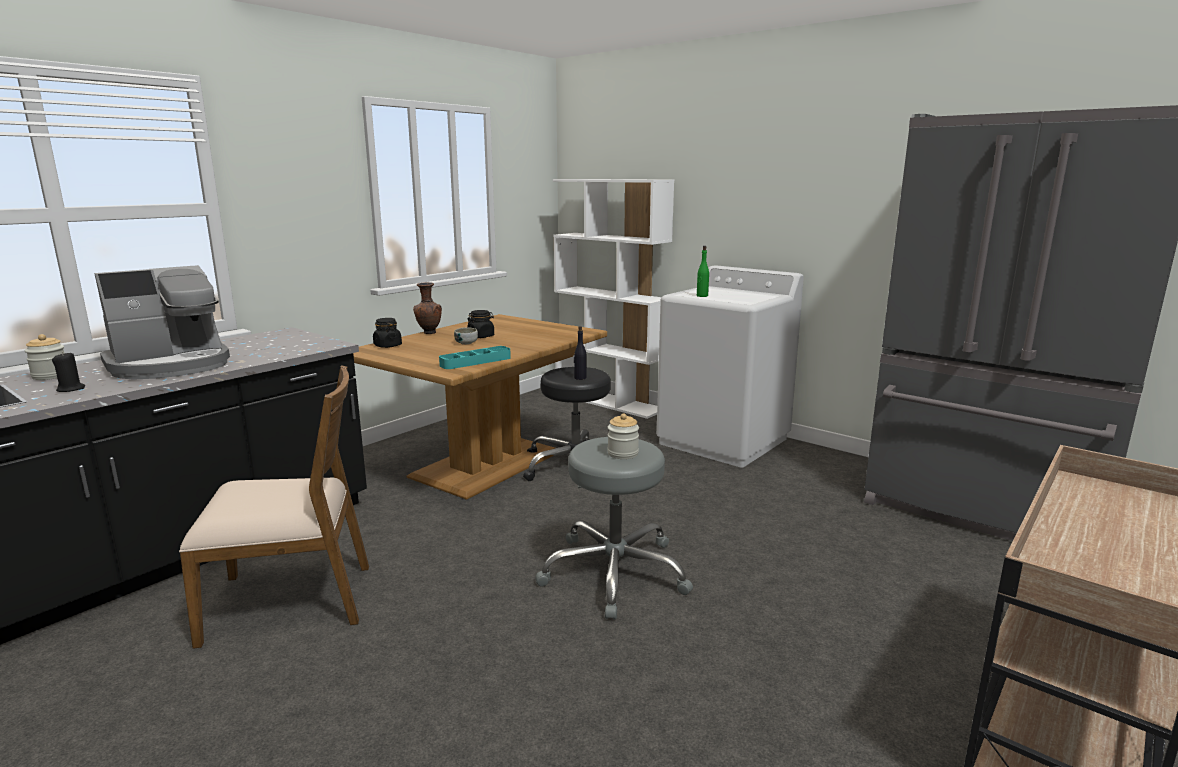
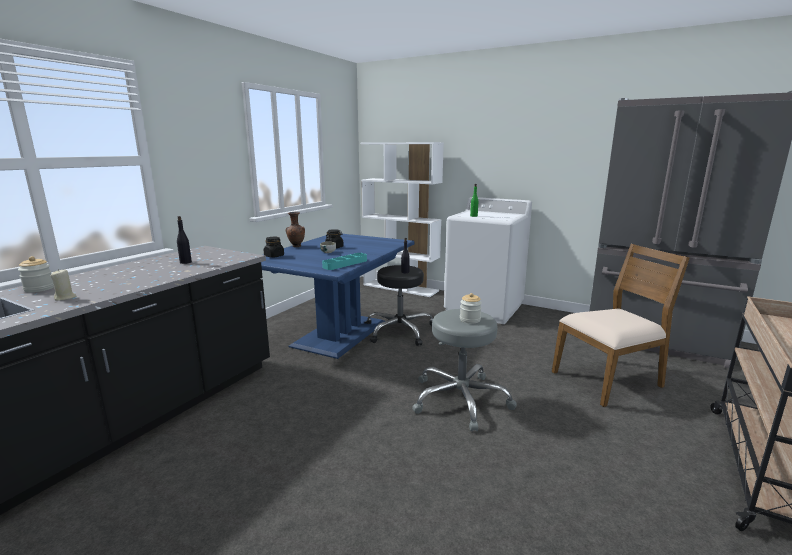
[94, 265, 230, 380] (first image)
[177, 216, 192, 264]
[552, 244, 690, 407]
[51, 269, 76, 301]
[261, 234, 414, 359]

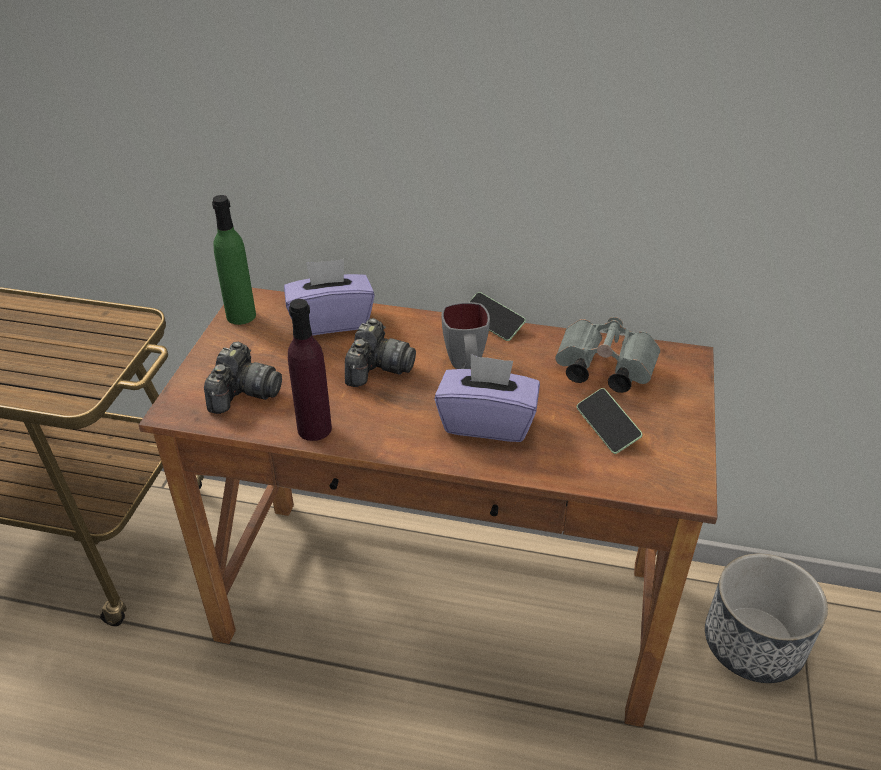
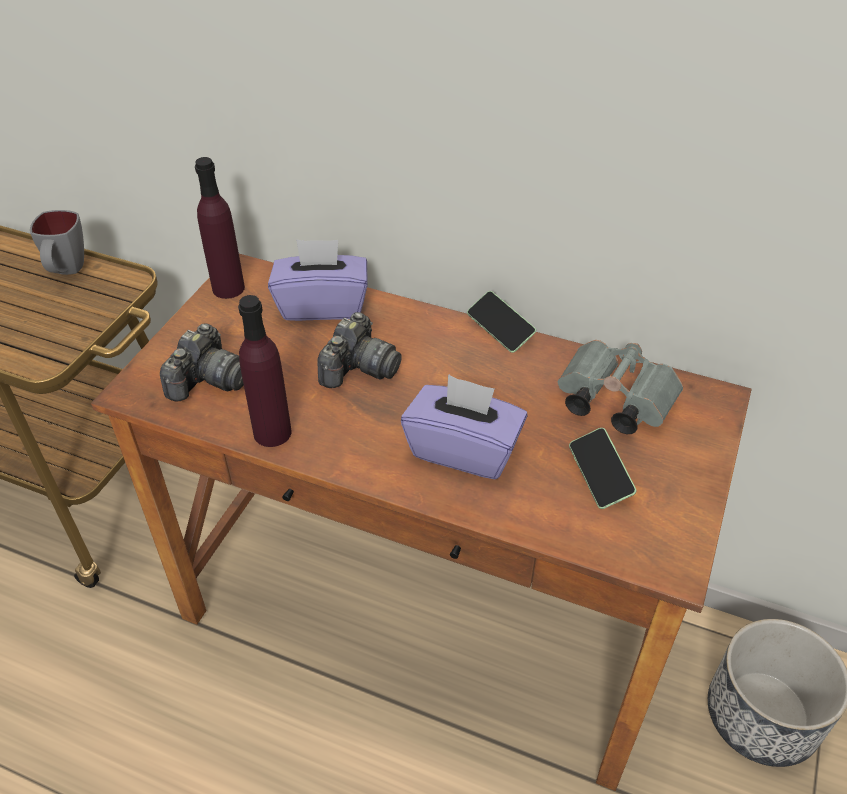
[30, 210, 84, 275]
[195, 157, 245, 299]

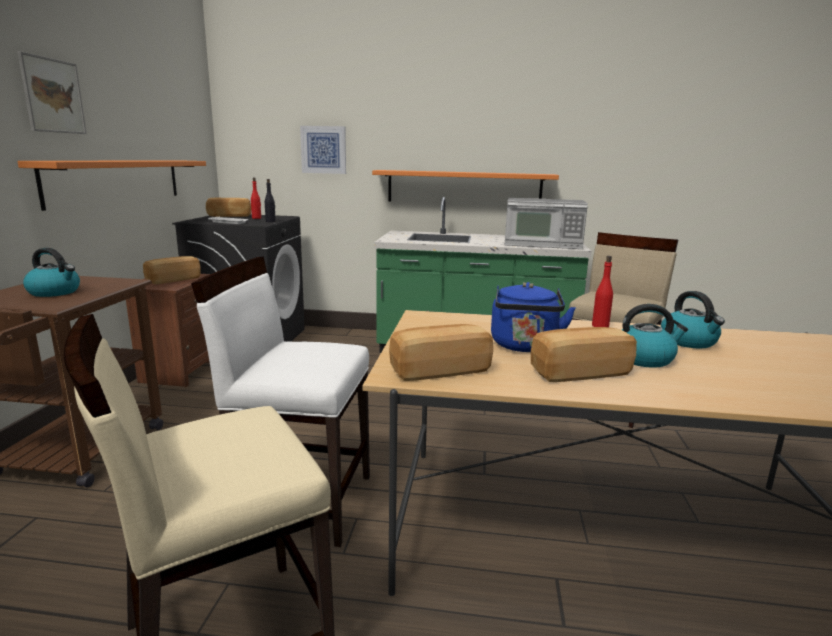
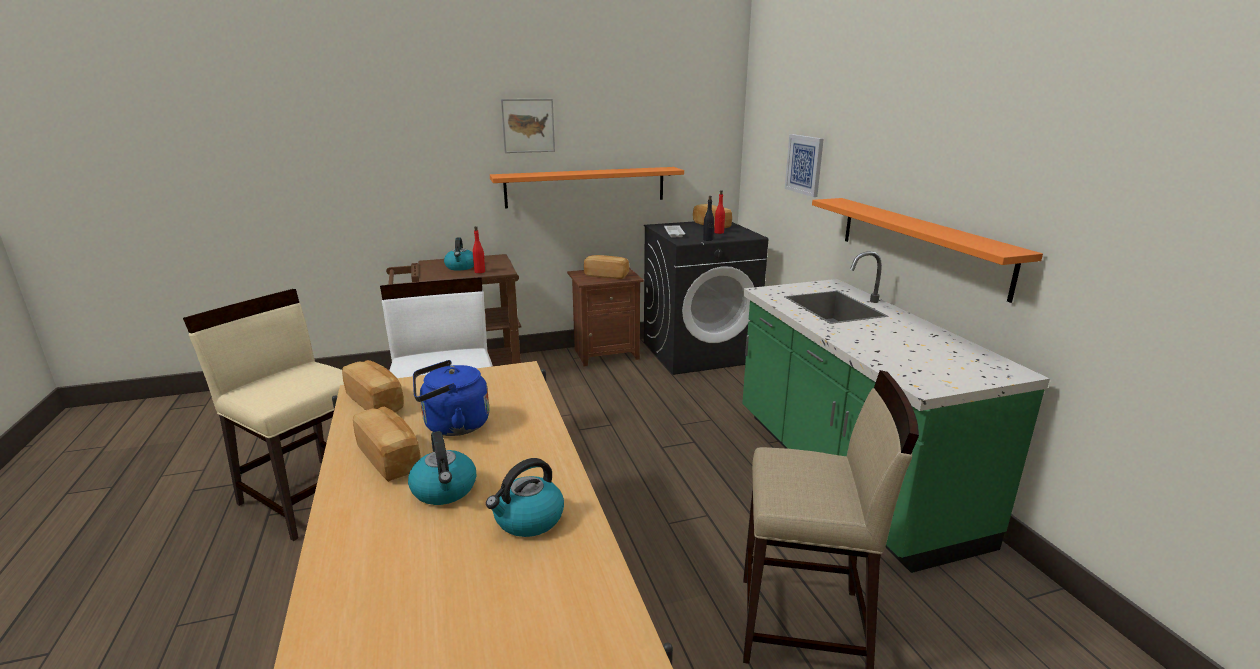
[505, 198, 588, 249] (first image)
[473, 226, 485, 273]

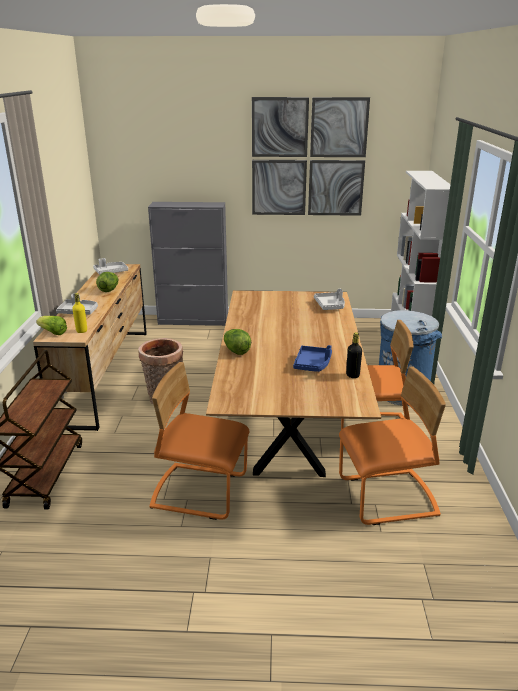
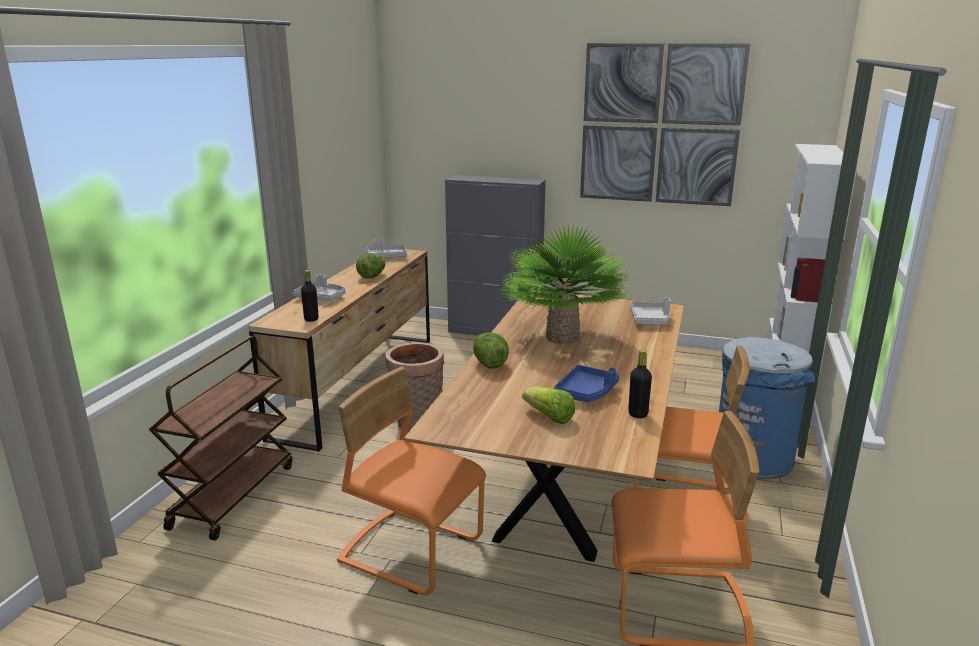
[501, 223, 633, 344]
[522, 386, 575, 424]
[301, 270, 319, 322]

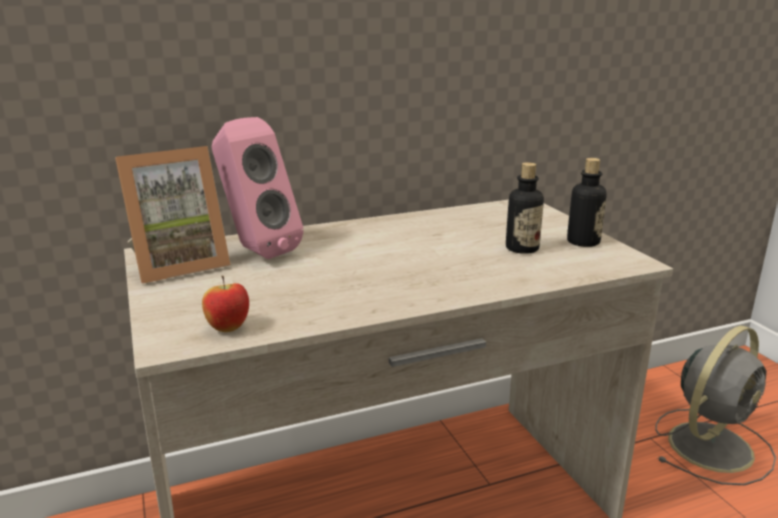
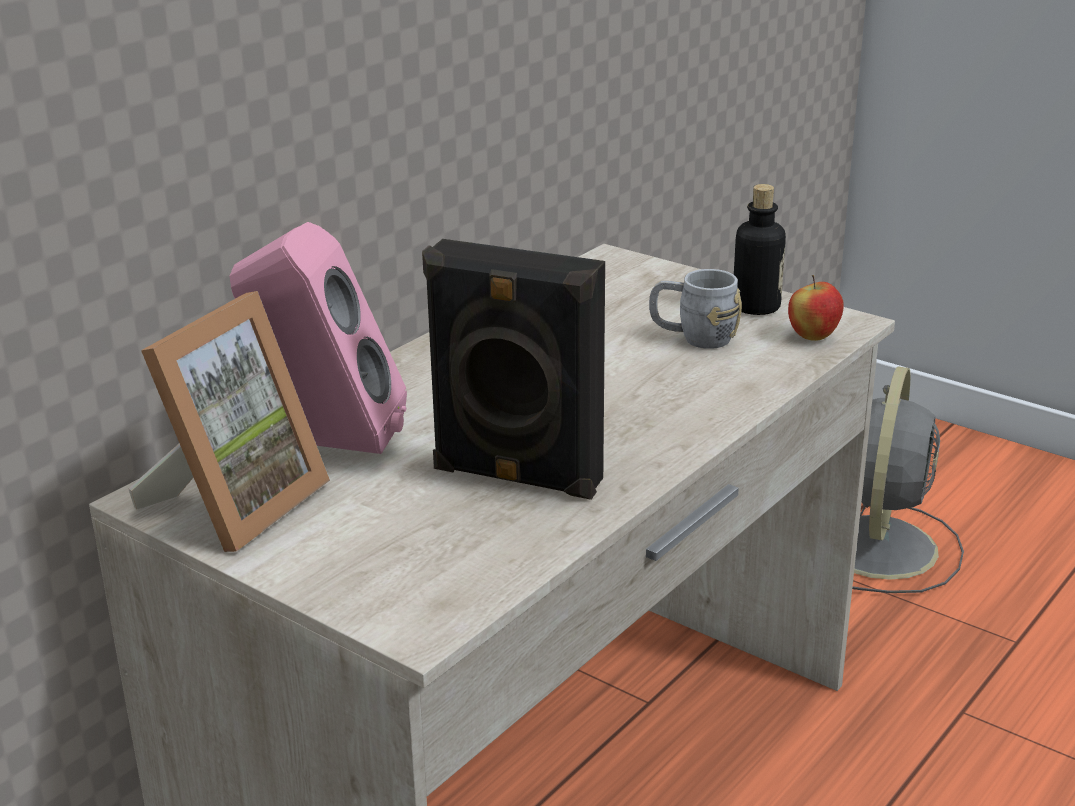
[422, 239, 605, 500]
[788, 275, 844, 341]
[649, 269, 742, 349]

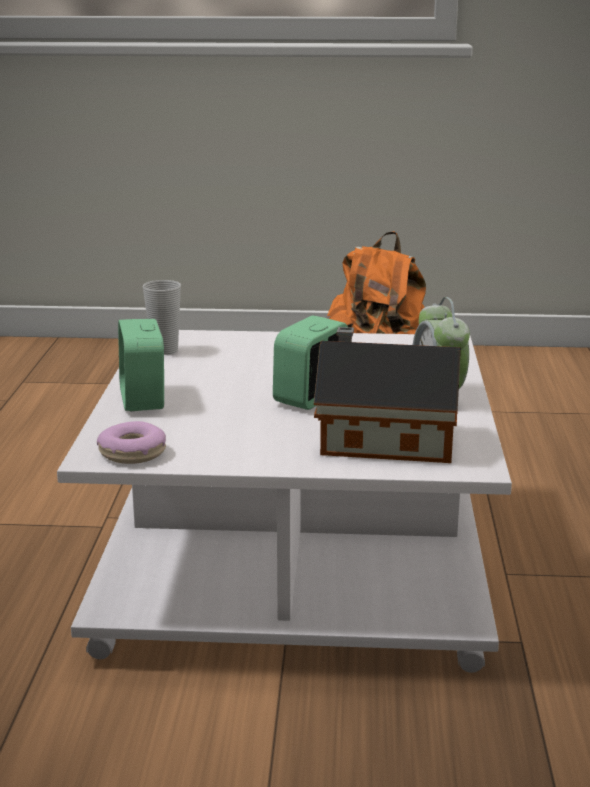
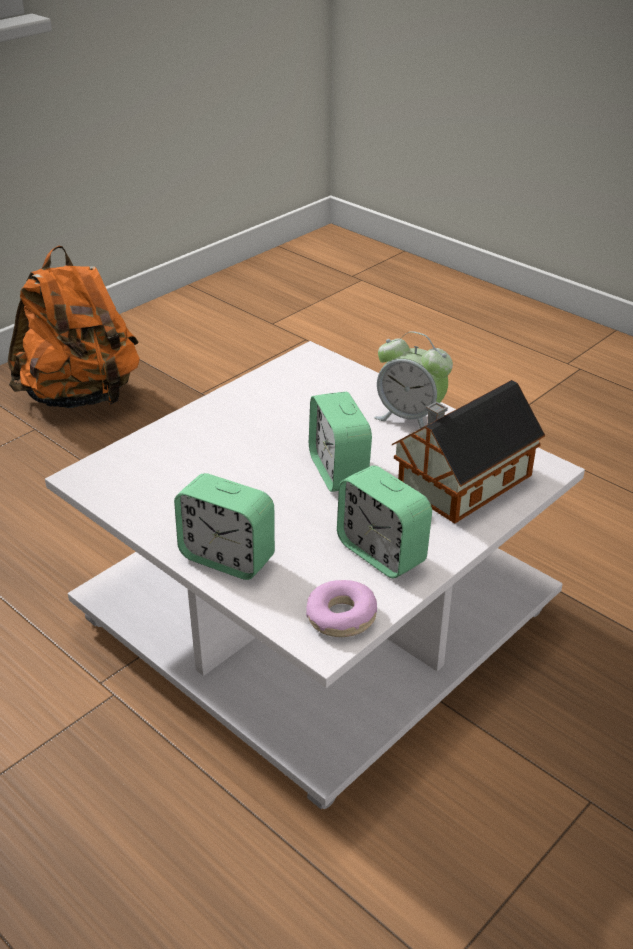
[143, 280, 181, 355] (first image)
[337, 465, 432, 578]

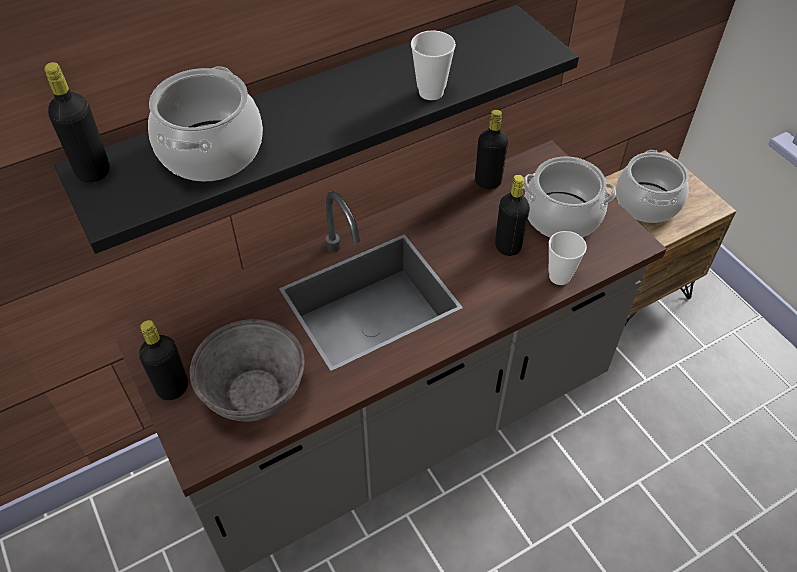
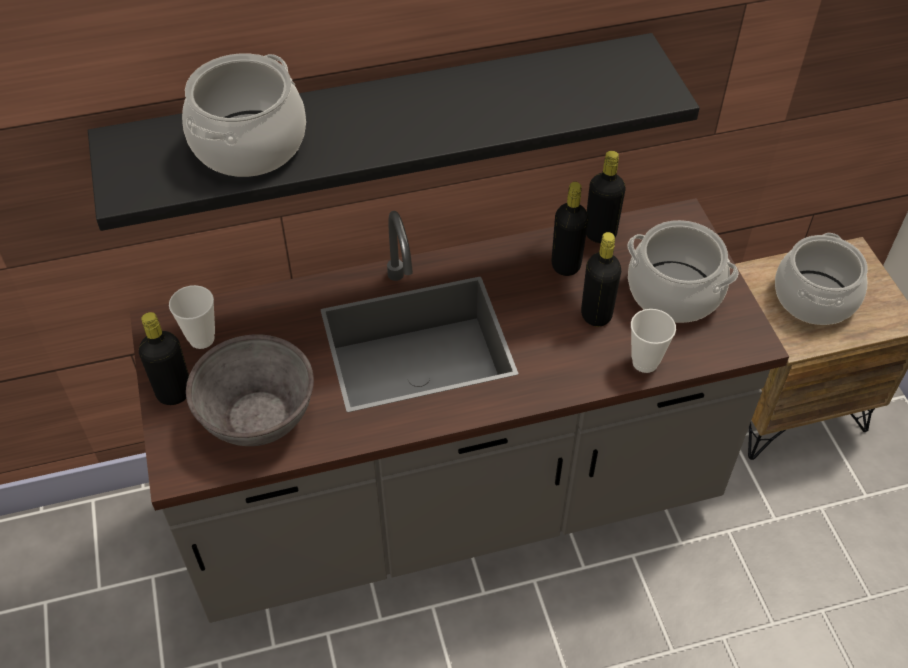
[551, 182, 588, 276]
[169, 285, 215, 349]

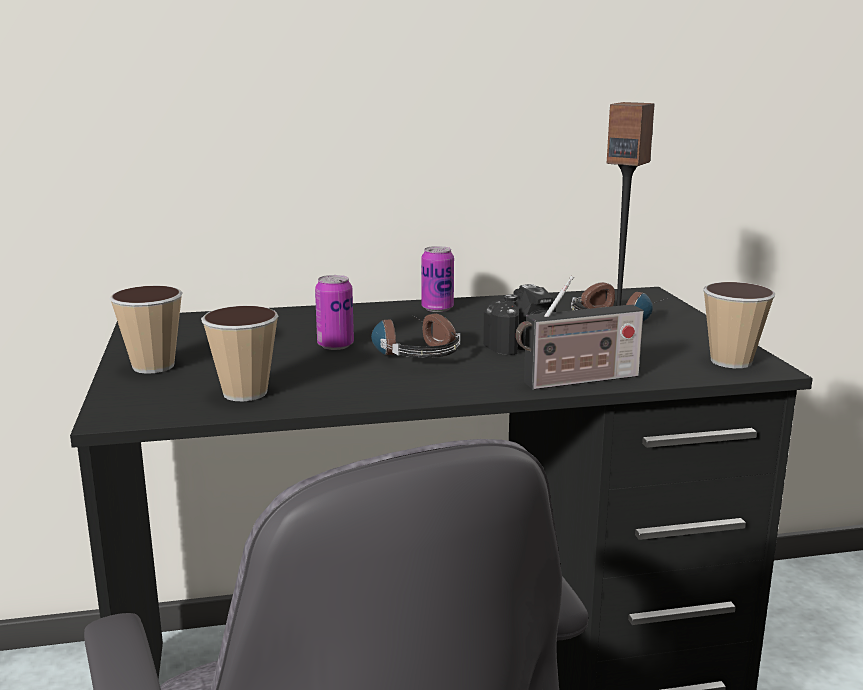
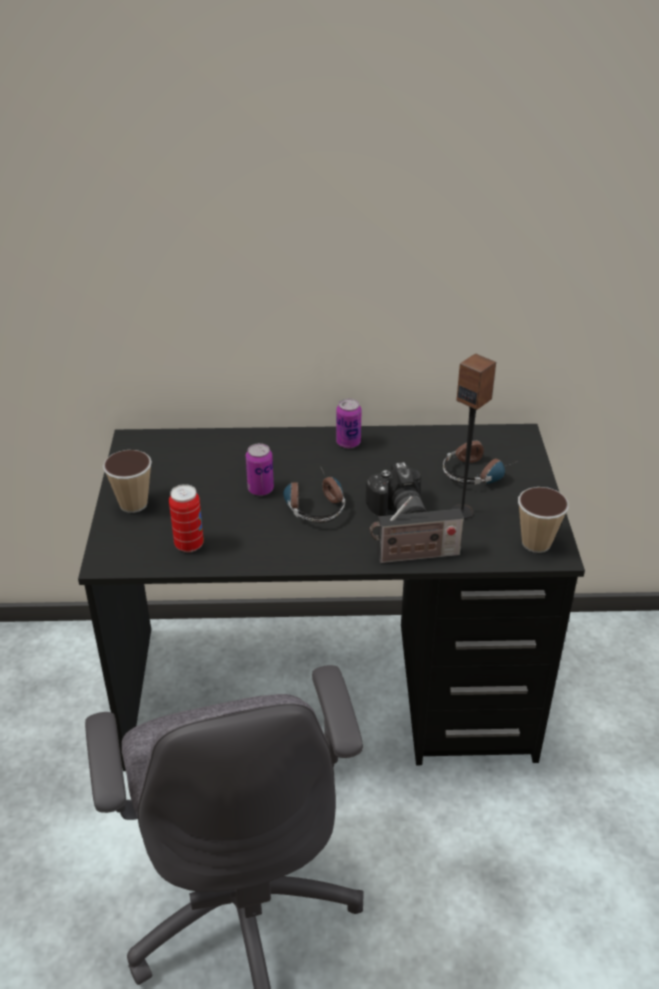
[169, 484, 204, 552]

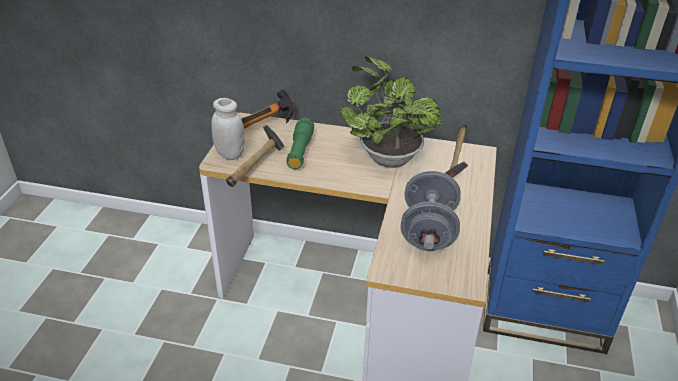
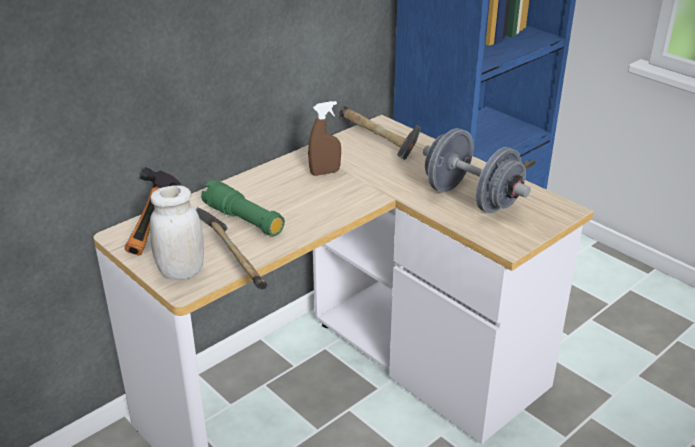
[308, 101, 341, 176]

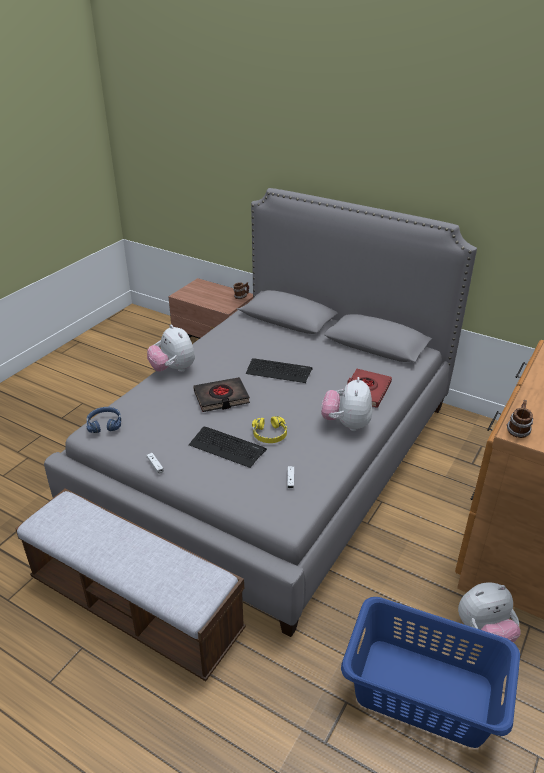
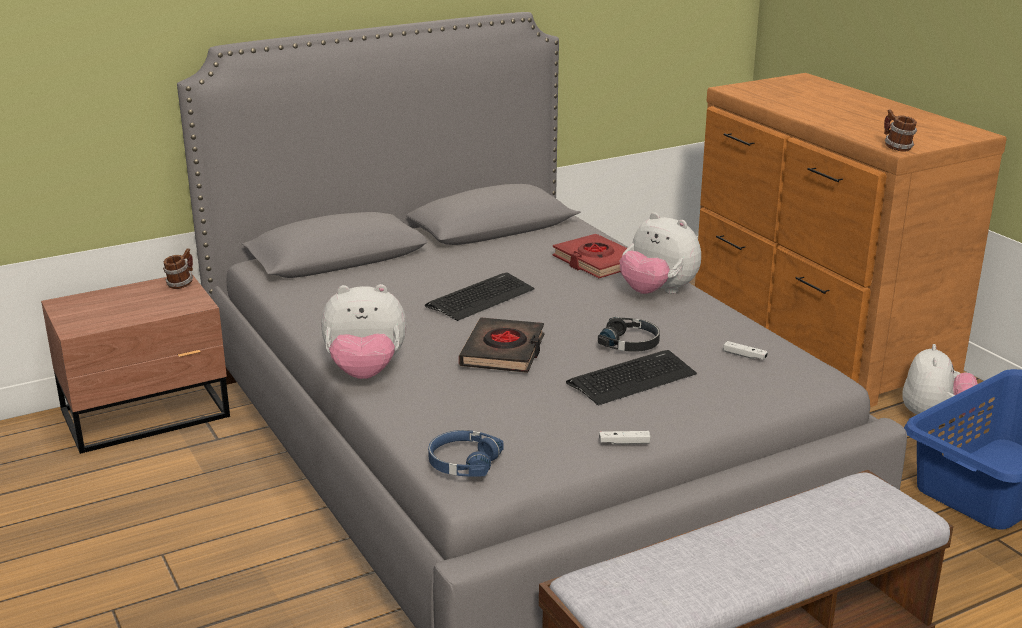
[598, 317, 660, 352]

